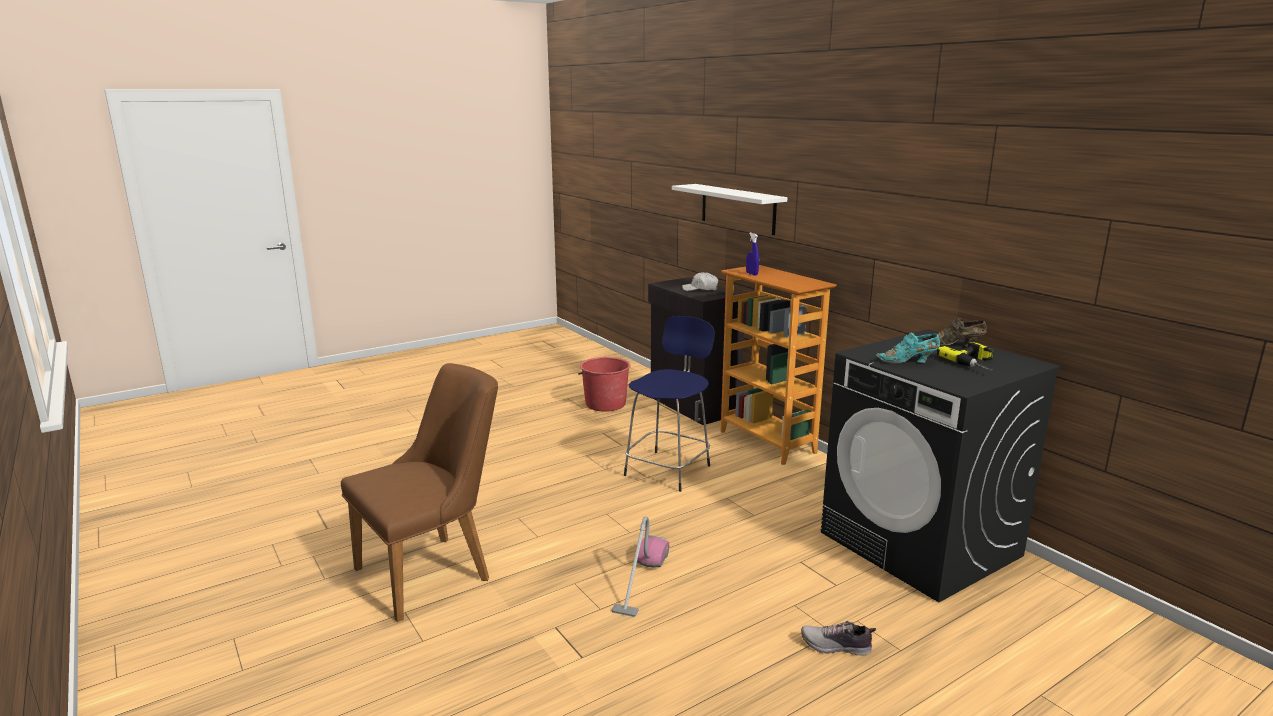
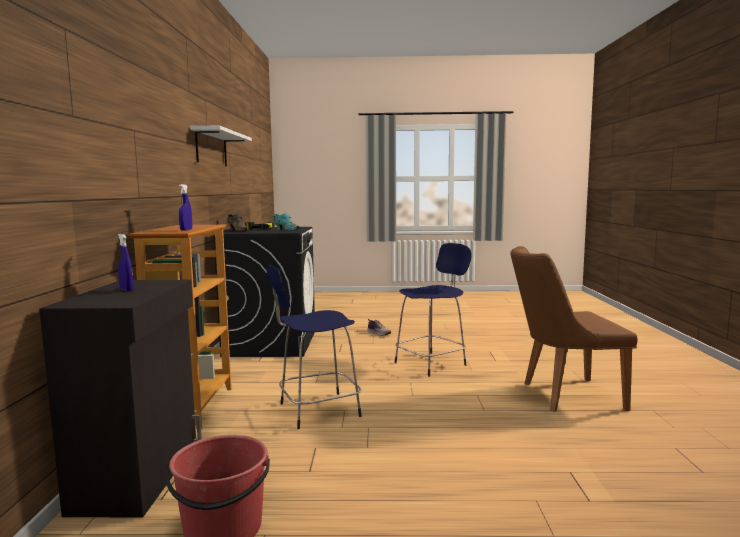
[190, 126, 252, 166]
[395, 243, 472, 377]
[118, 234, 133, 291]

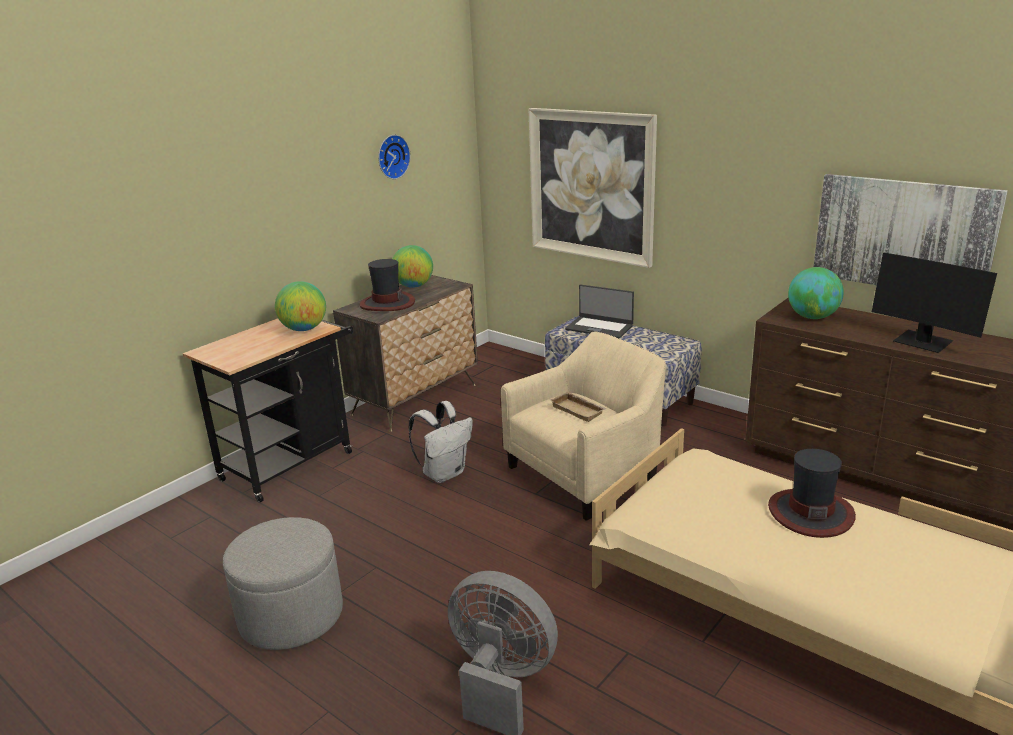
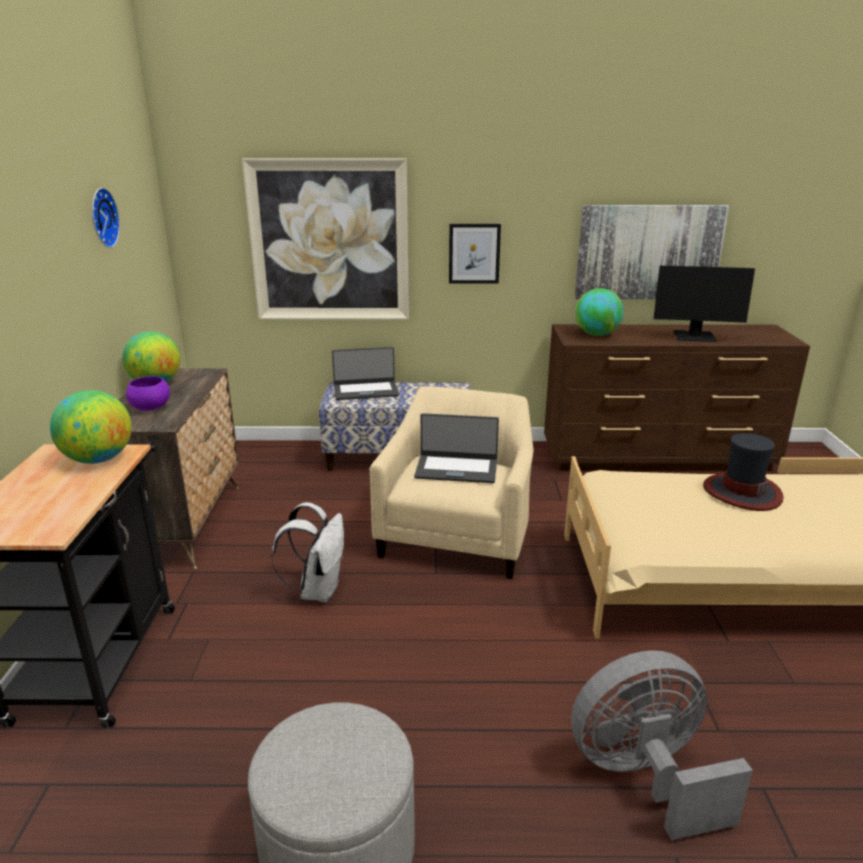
[449, 224, 501, 283]
[126, 376, 170, 411]
[414, 413, 499, 483]

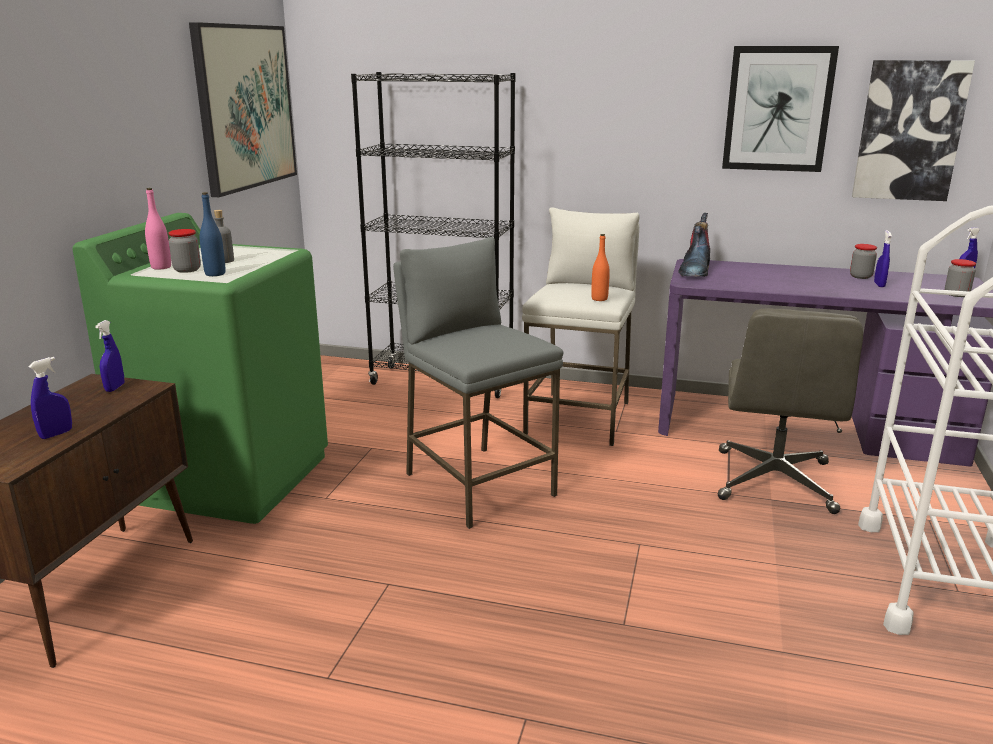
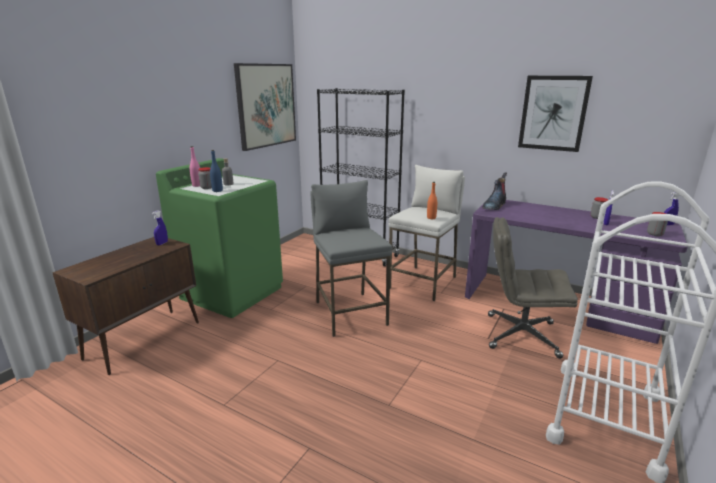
[28, 357, 72, 439] (first image)
[852, 60, 975, 201] (first image)
[488, 217, 578, 359]

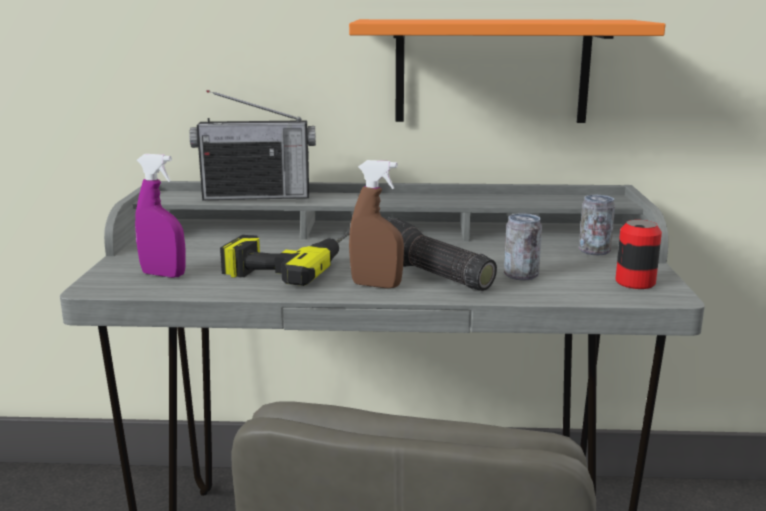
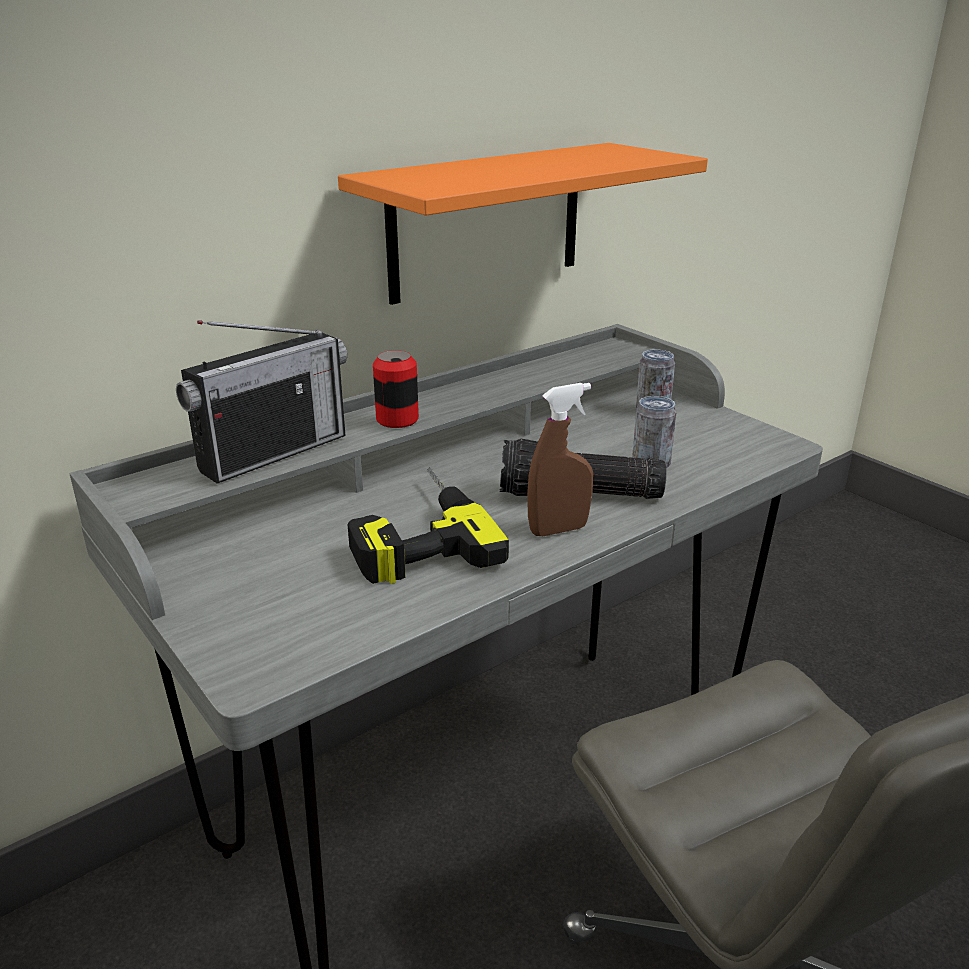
[135, 154, 186, 278] (first image)
[373, 350, 419, 428]

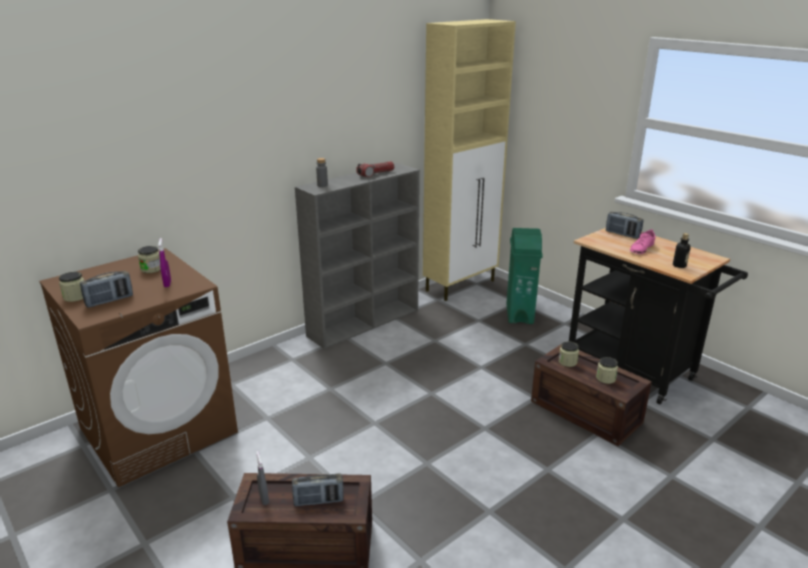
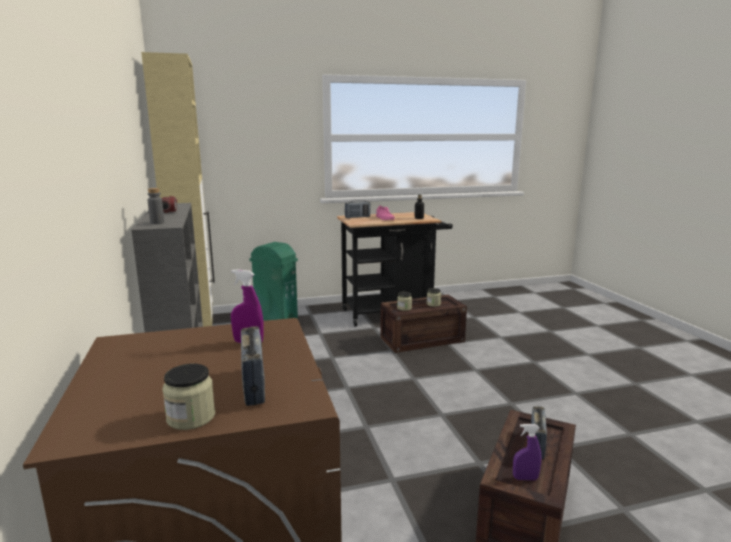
[138, 246, 161, 273] (first image)
[513, 424, 541, 480]

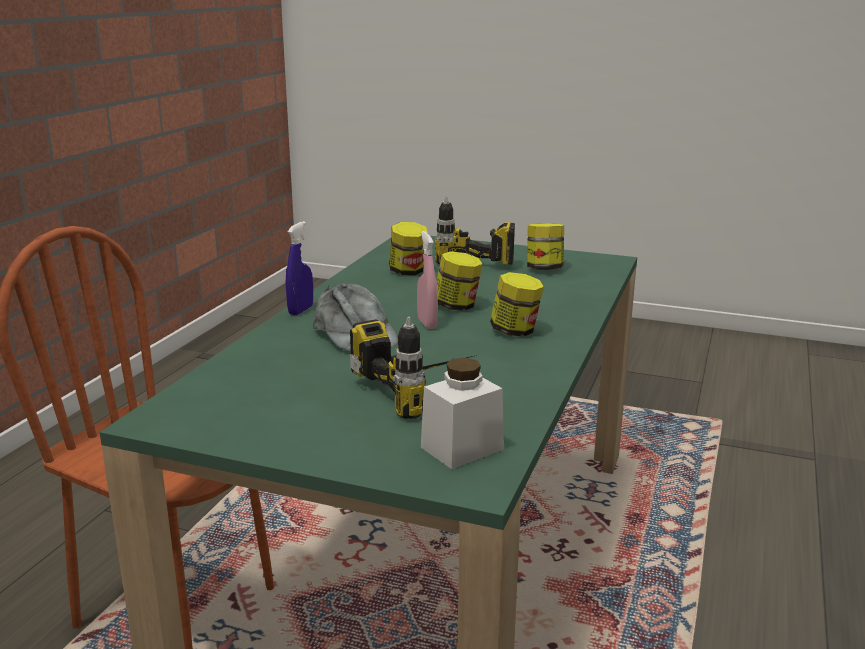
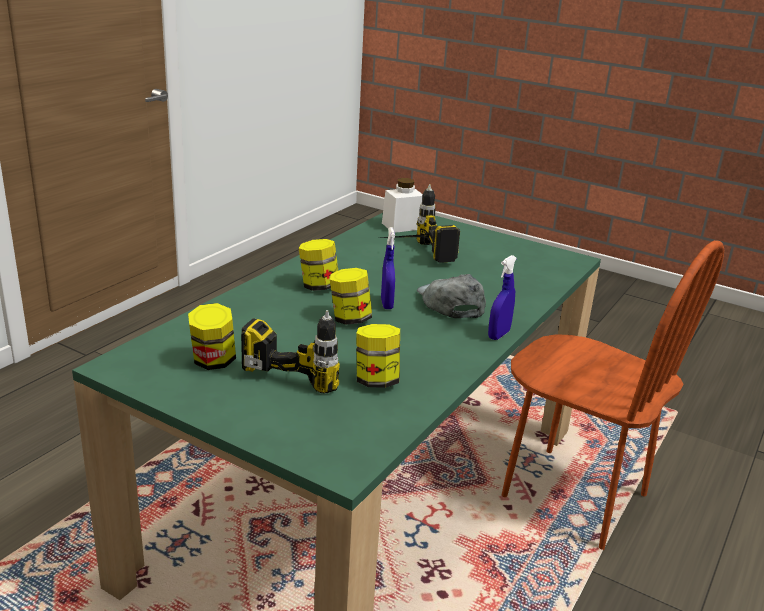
[381, 227, 395, 309]

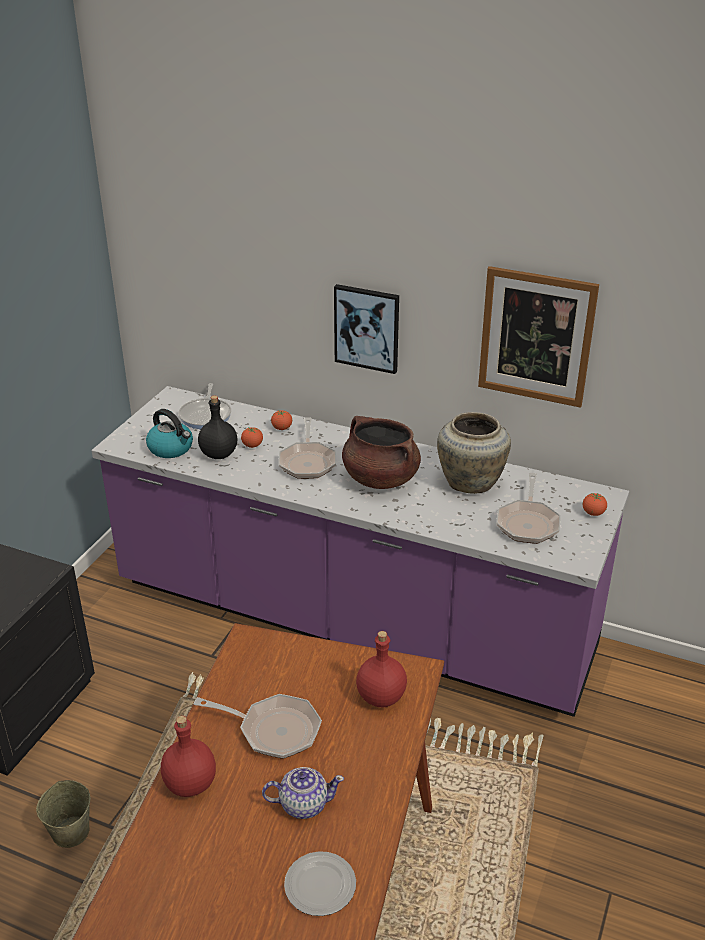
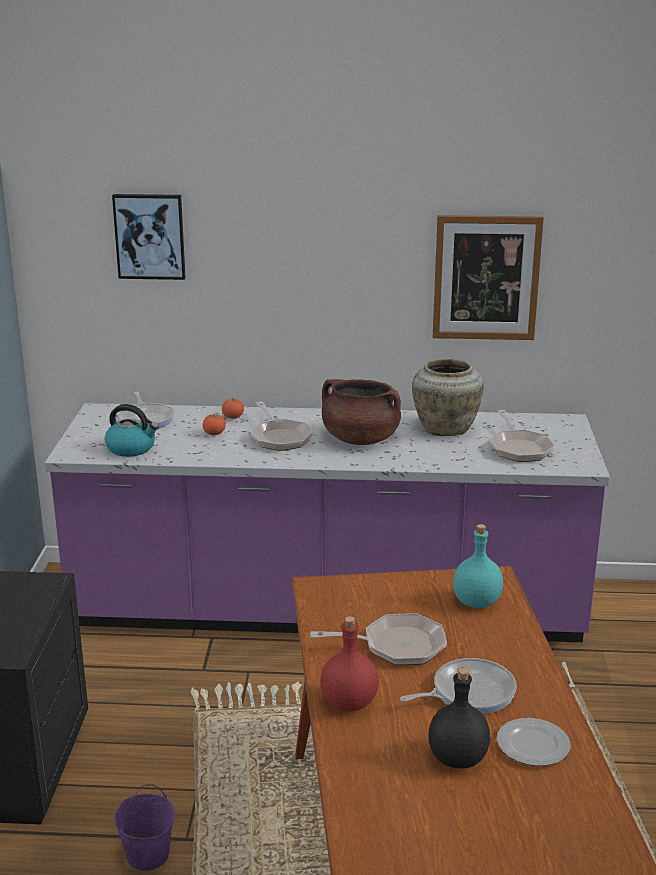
[583, 493, 607, 516] (first image)
[428, 667, 490, 769]
[112, 194, 186, 280]
[400, 658, 517, 714]
[114, 784, 175, 871]
[453, 524, 503, 608]

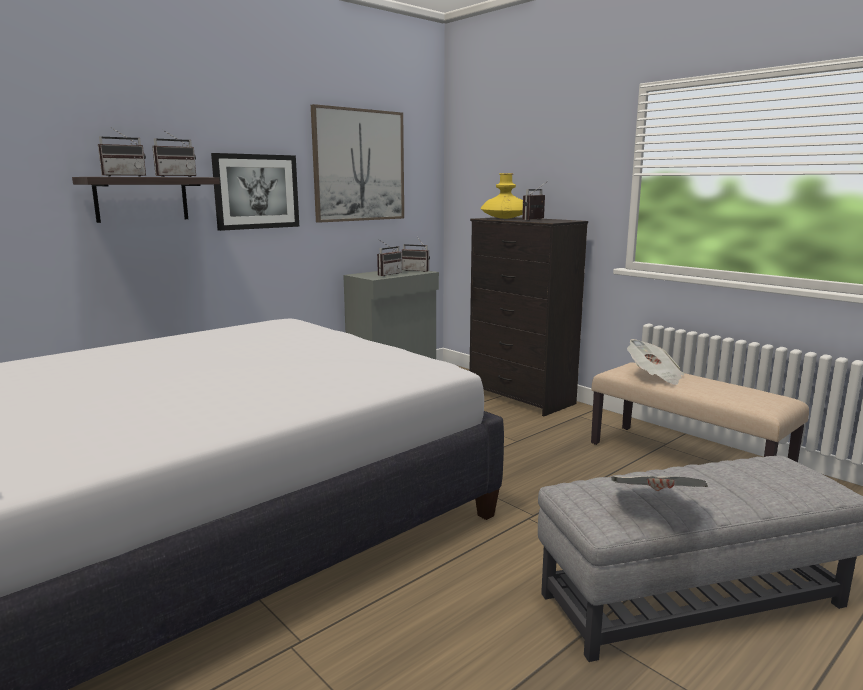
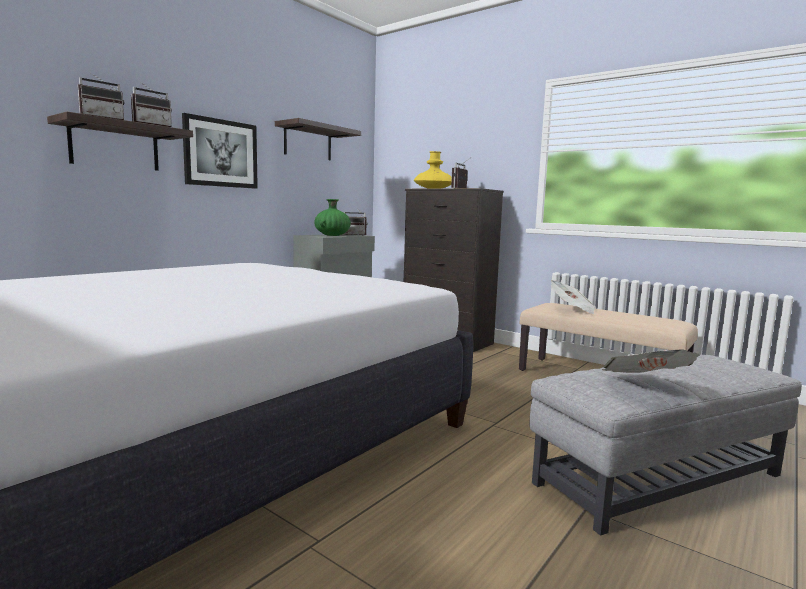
[275, 118, 361, 160]
[314, 199, 351, 236]

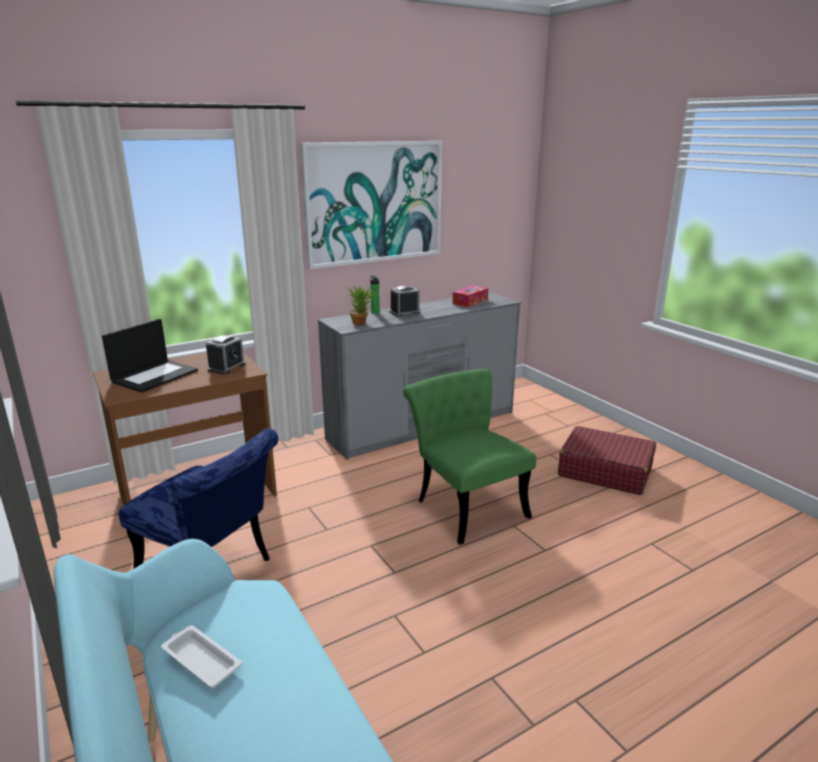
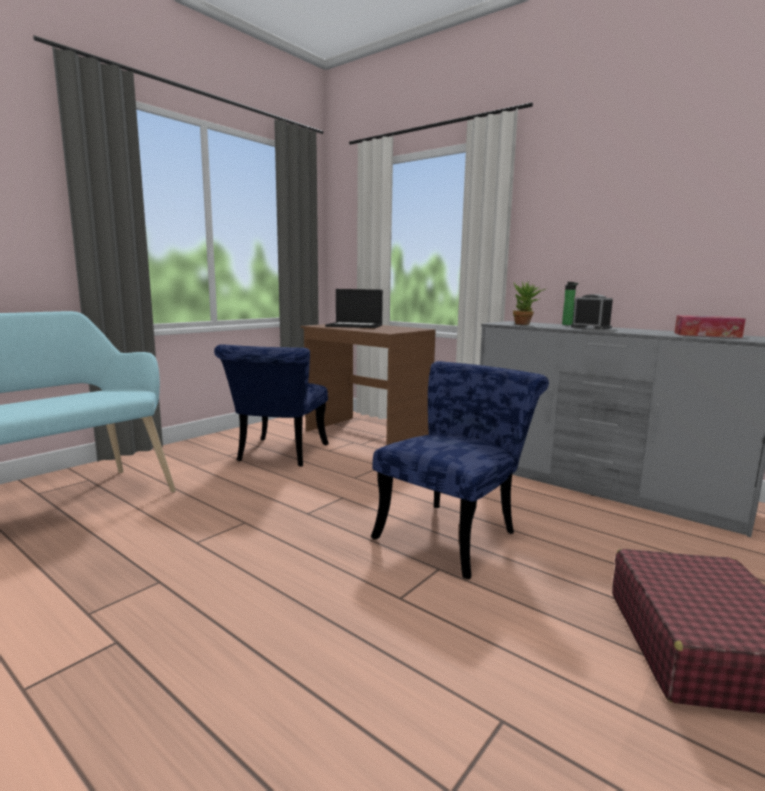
[161, 625, 242, 688] (first image)
[205, 335, 246, 374] (first image)
[300, 141, 442, 269] (first image)
[371, 361, 549, 579]

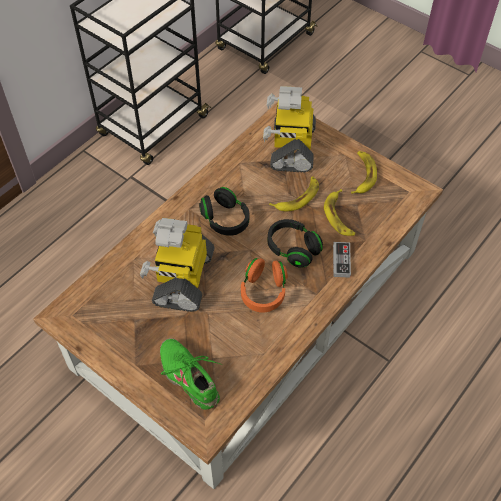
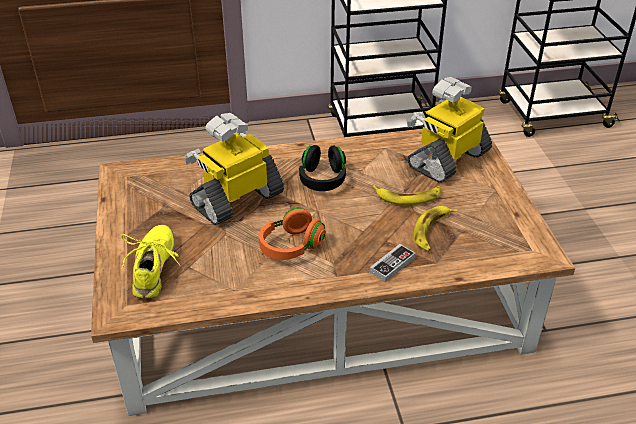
[268, 219, 323, 268] (first image)
[351, 151, 377, 194] (first image)
[121, 225, 181, 299]

